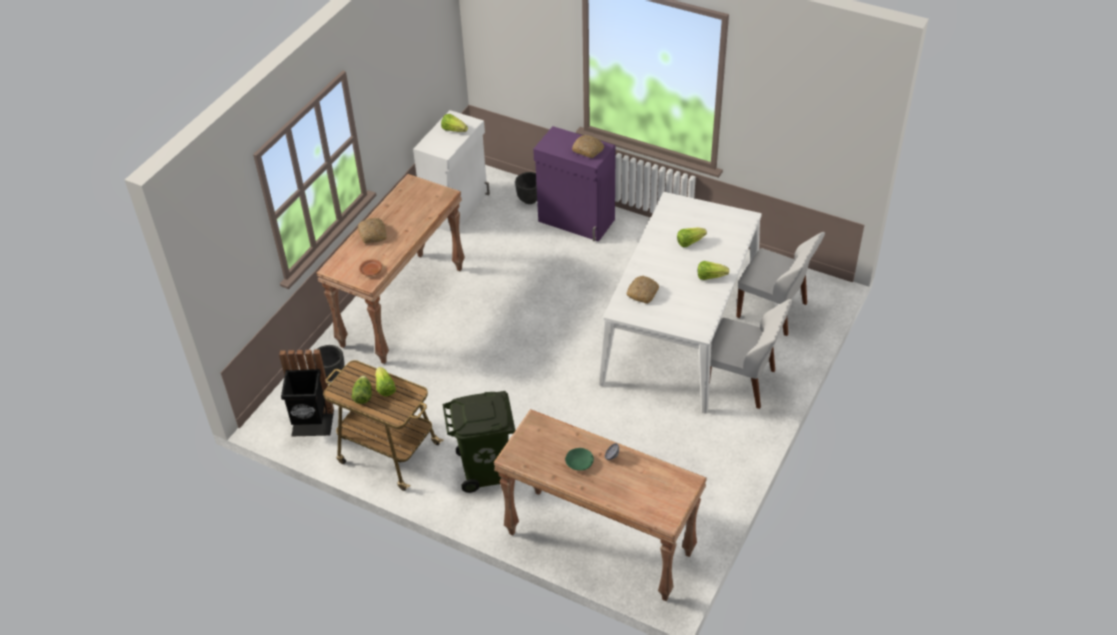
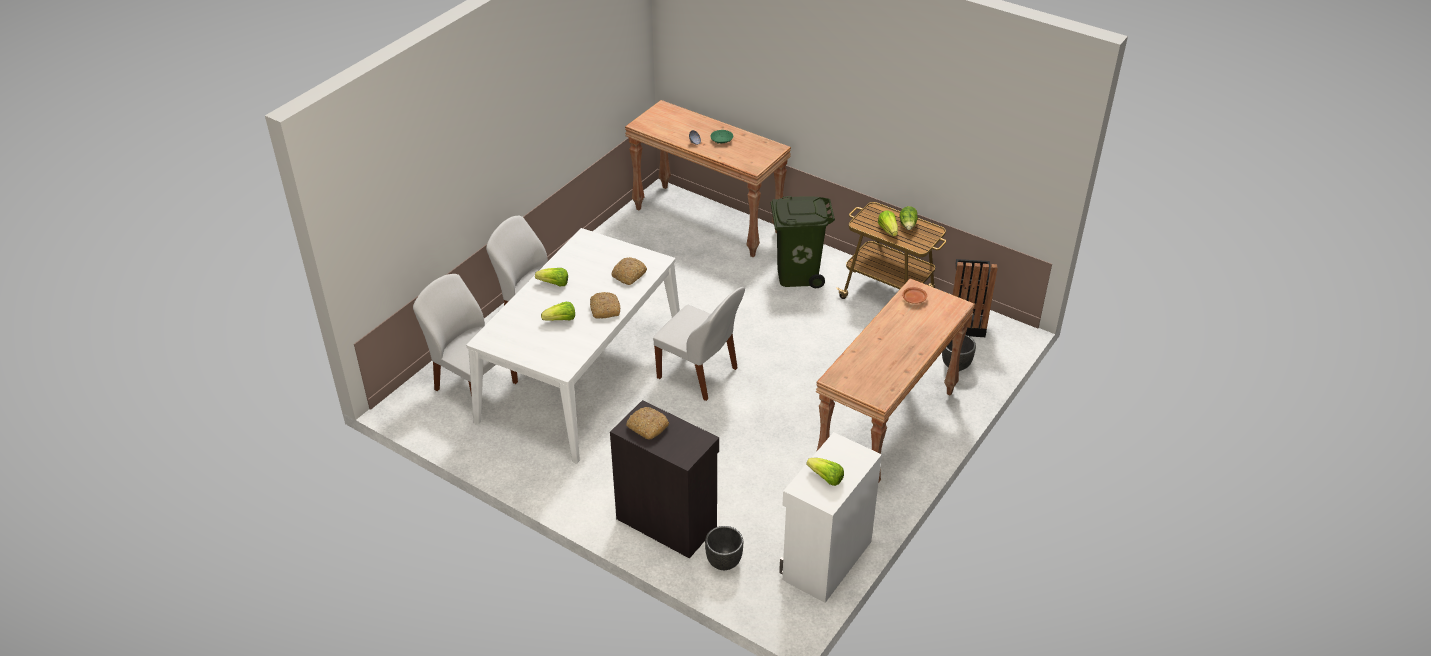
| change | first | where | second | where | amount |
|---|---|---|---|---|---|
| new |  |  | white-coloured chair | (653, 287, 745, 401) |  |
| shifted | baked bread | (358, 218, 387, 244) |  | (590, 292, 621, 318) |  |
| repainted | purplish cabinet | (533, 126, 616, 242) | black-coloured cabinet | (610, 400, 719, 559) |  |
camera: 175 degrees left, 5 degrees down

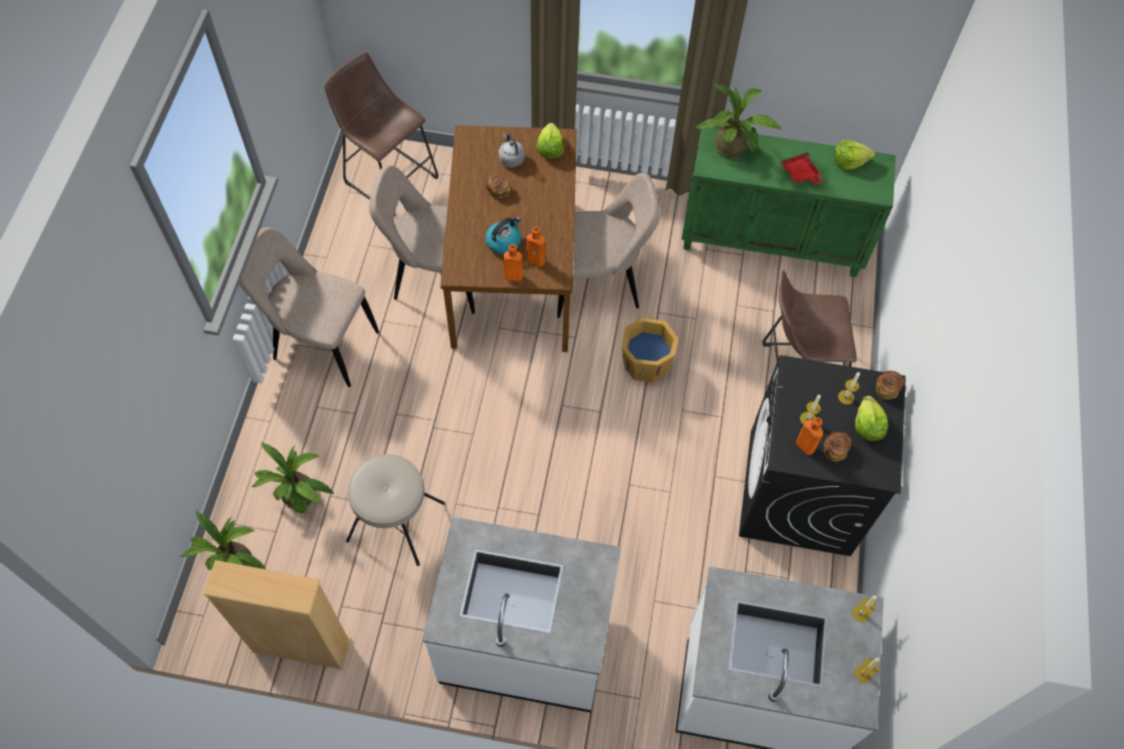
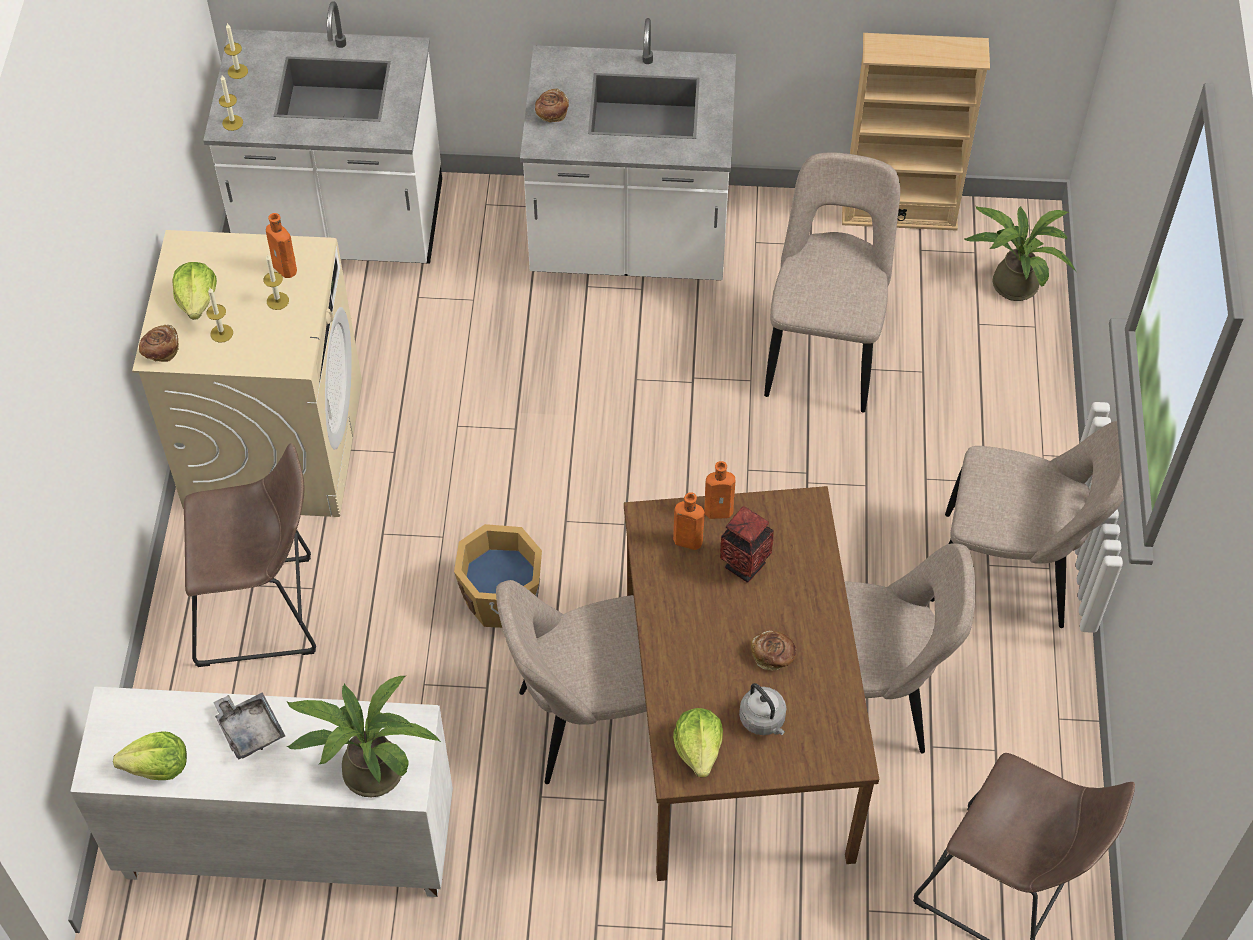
| change | first | where | second | where | amount |
|---|---|---|---|---|---|
| gone | plant in a pot | (251, 442, 334, 513) |  |  |  |
| shifted | baked bread | (824, 431, 851, 462) |  | (535, 88, 569, 123) |  |
| swapped | beige sitting stool | (346, 454, 445, 566) | beige chair | (764, 152, 900, 413) |  |
| swapped | kettle | (485, 216, 521, 255) | flower vase | (720, 506, 774, 583) |  |
| repainted | greenish cabinet | (681, 127, 896, 277) | white-coloured cabinet | (70, 686, 453, 897) |  |
| repainted | black-coloured laundry appliance | (739, 355, 906, 556) | beige laundry appliance | (132, 230, 362, 517) |  |
| repainted | reddish tray | (780, 151, 823, 185) | grey tray | (213, 692, 285, 759) |  |
camera: 175 degrees right, 5 degrees down

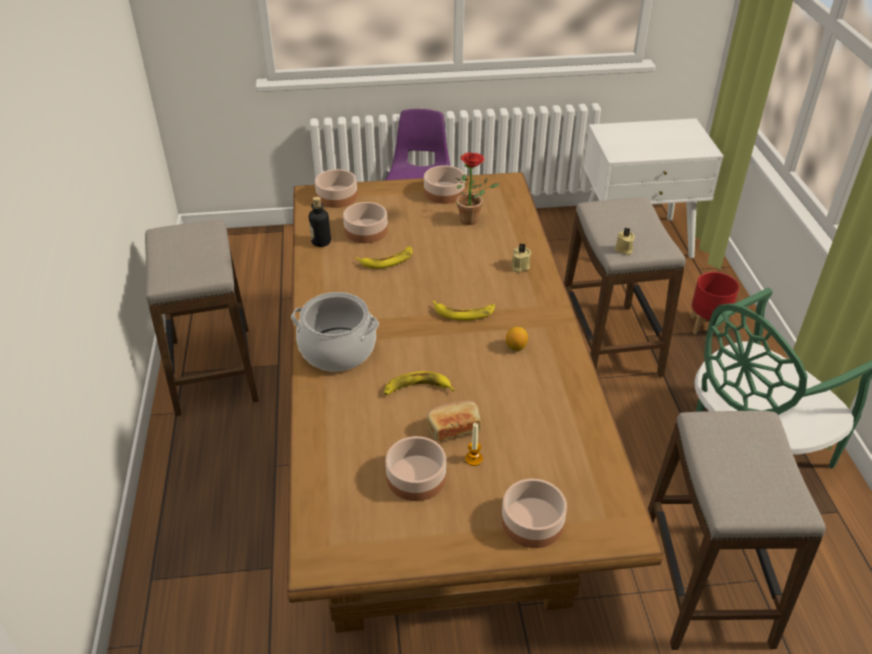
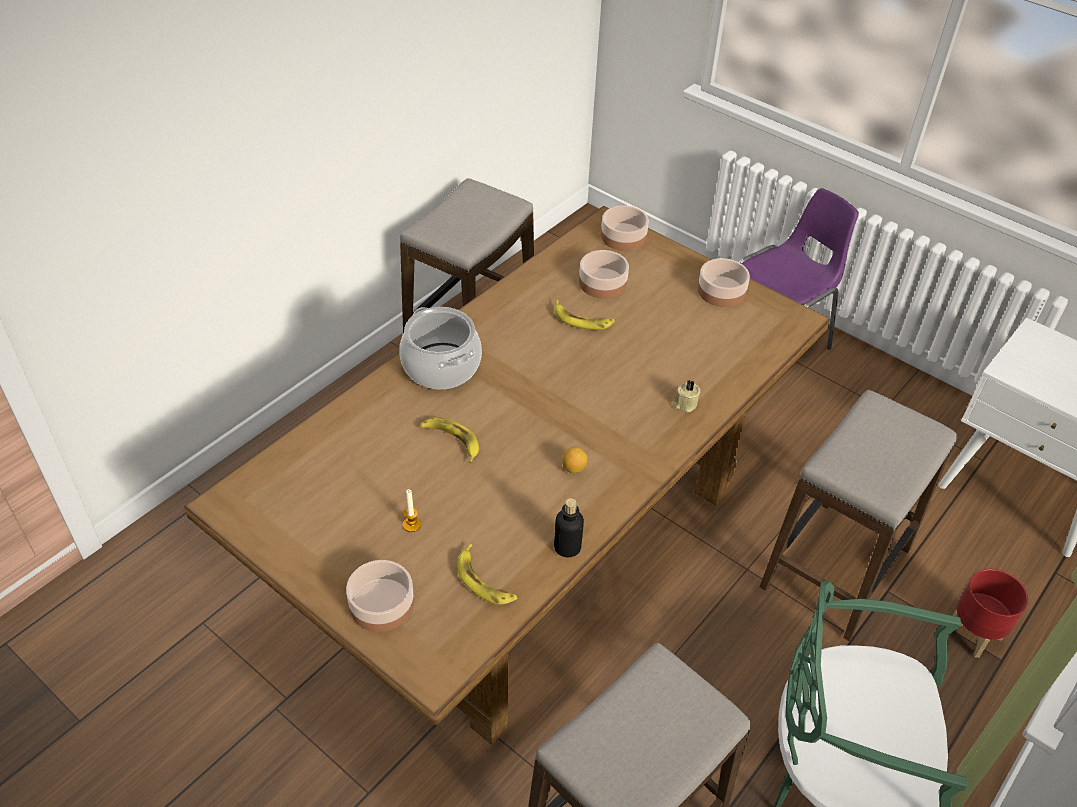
| change | first | where | second | where | amount |
|---|---|---|---|---|---|
| gone | serving bowl | (386, 436, 446, 501) |  |  |  |
| gone | baked bread | (427, 401, 481, 441) |  |  |  |
| gone | plant in a pot | (455, 153, 500, 225) |  |  |  |
| gone | beige candle | (615, 228, 635, 255) |  |  |  |
| shifted | drink bottle | (309, 196, 331, 247) |  | (554, 498, 584, 558) |  |
| shifted | banana fruit | (432, 300, 495, 321) |  | (457, 543, 517, 605) |  |
camera: 45 degrees right, 5 degrees up

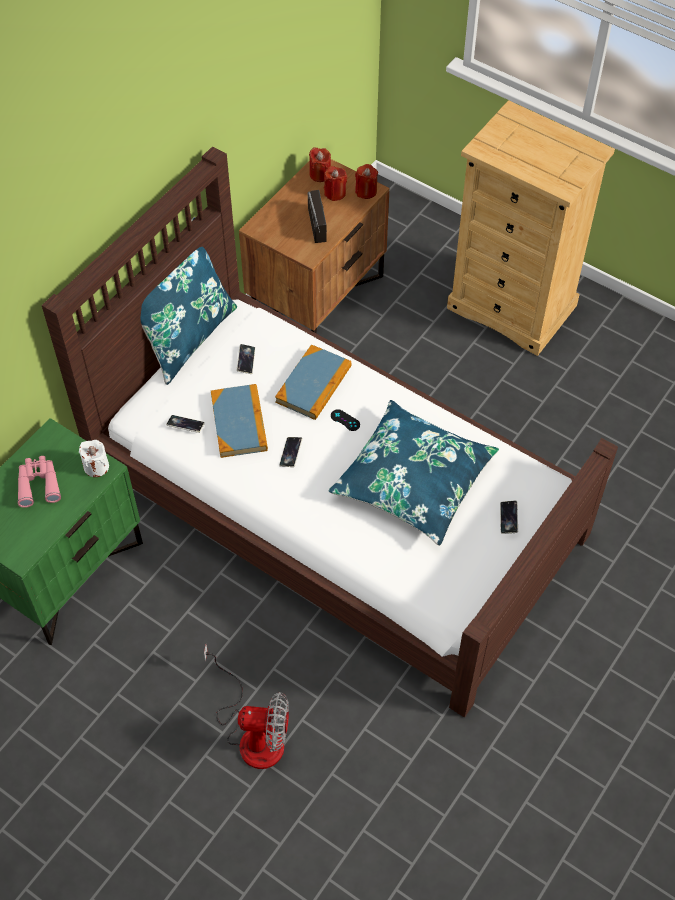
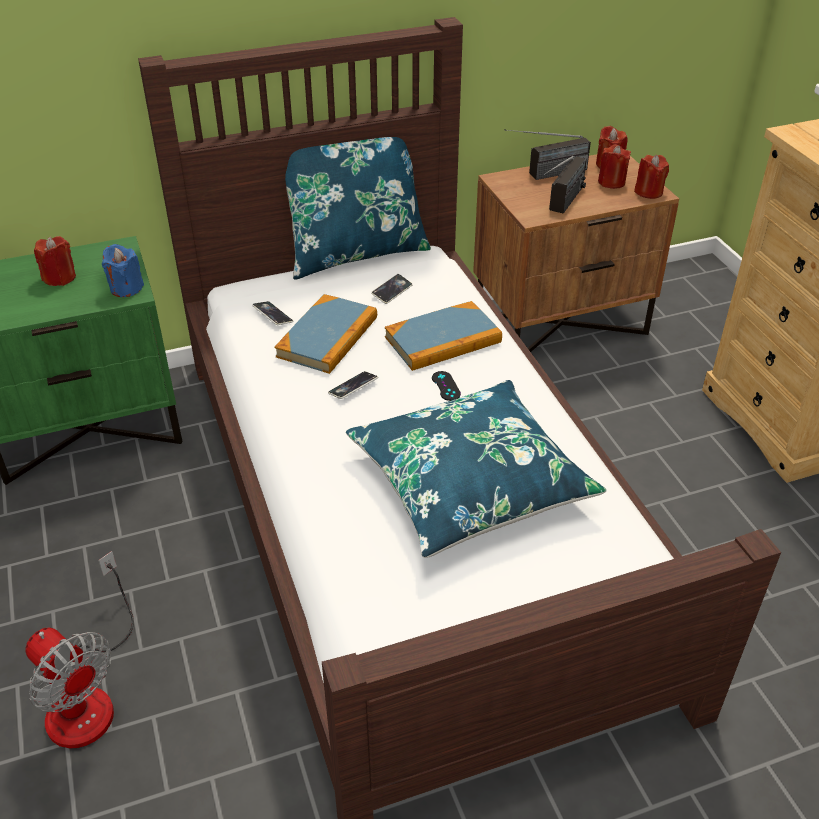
| change | first | where | second | where | amount |
|---|---|---|---|---|---|
| gone | handset | (500, 500, 518, 534) |  |  |  |
| new |  |  | radio | (504, 129, 591, 180) |  |
| swapped | pink binoculars | (17, 456, 61, 508) | reddish candle | (34, 236, 76, 286) |  |
| repainted | white-coloured candle | (79, 440, 109, 477) | blue-coloured candle | (102, 244, 144, 297) |  |
camera: 35 degrees right, 15 degrees down

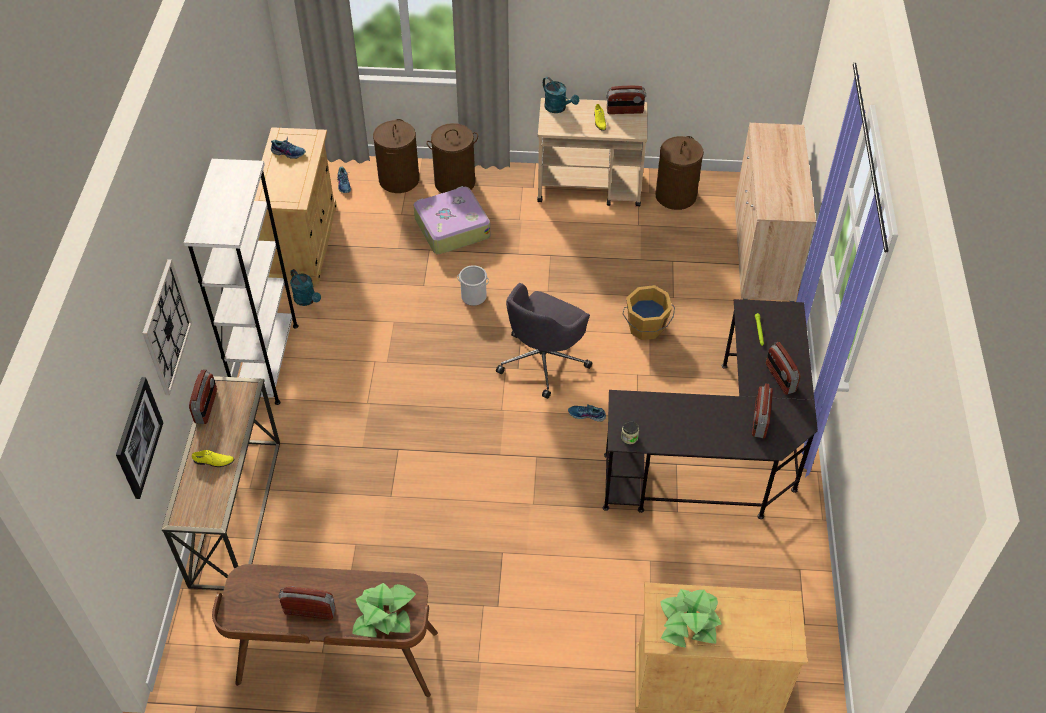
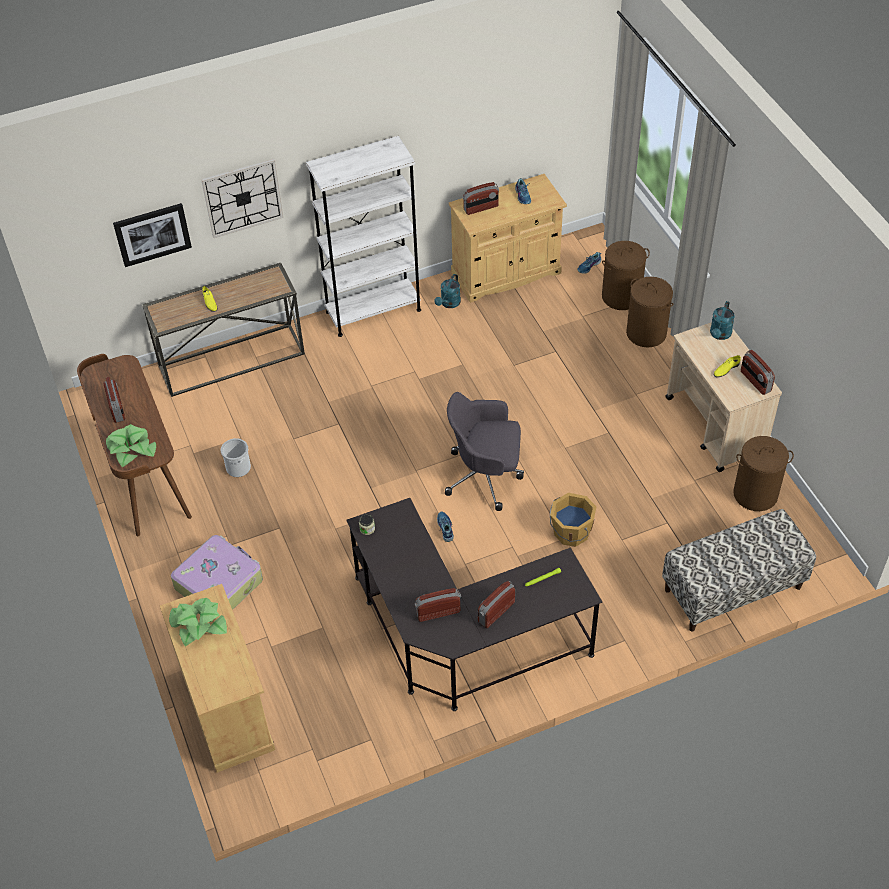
| change | first | where | second | where | amount |
|---|---|---|---|---|---|
| shifted | radio | (189, 369, 217, 424) |  | (463, 182, 499, 215) |  |
| shifted | piece of luggage | (414, 186, 490, 254) |  | (171, 535, 263, 610) |  |
| shifted | bucket | (457, 265, 489, 306) |  | (221, 438, 251, 477) |  |
| swapped | beige cabinet | (735, 123, 816, 302) | bench | (662, 509, 816, 632) |  |
camera: 65 degrees right, 0 degrees up

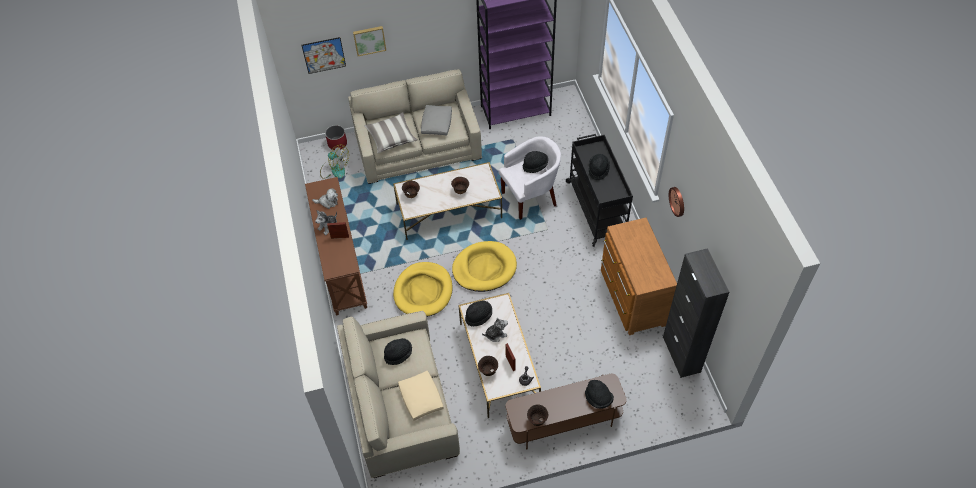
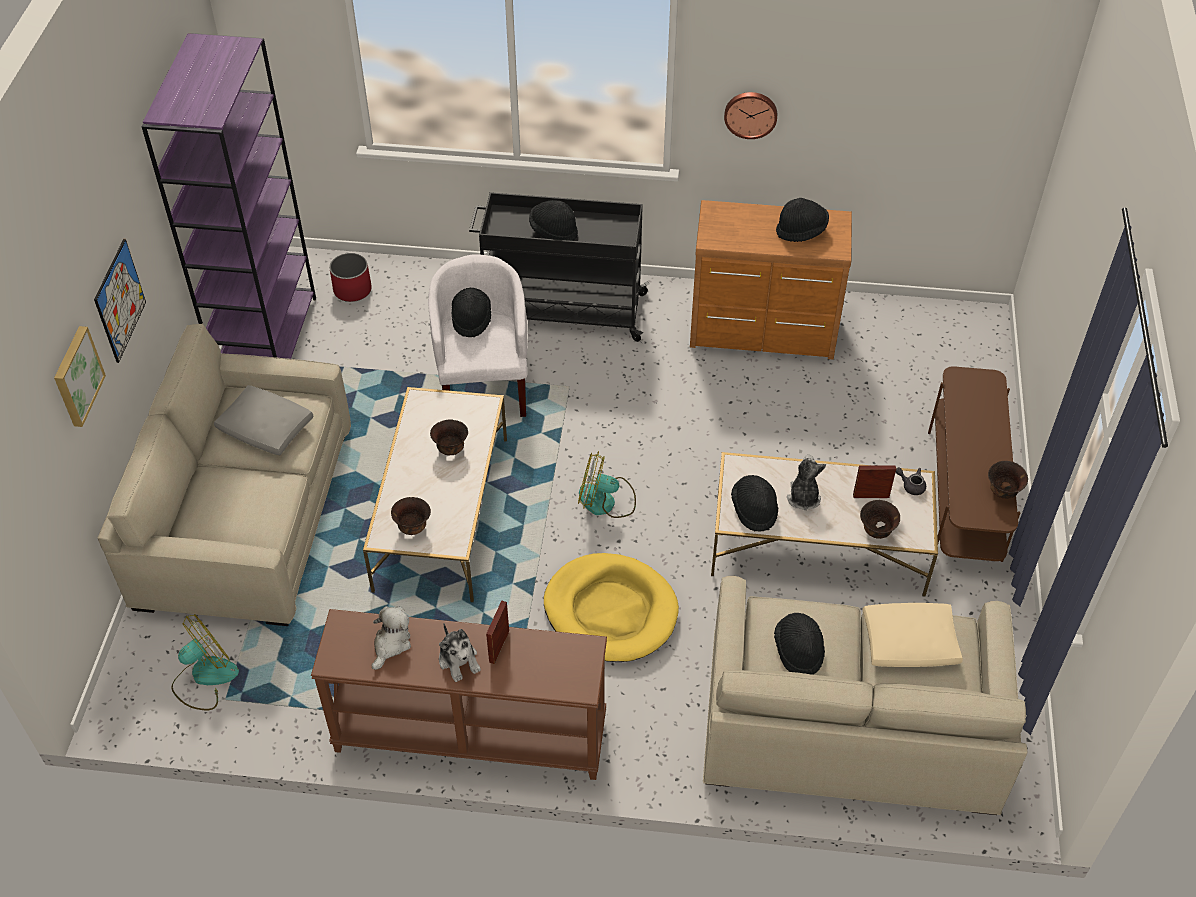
| change | first | where | second | where | amount |
|---|---|---|---|---|---|
| gone | pillow | (364, 112, 417, 153) |  |  |  |
| gone | black-coloured cabinet | (663, 248, 729, 378) |  |  |  |
| shifted | picture | (302, 37, 346, 74) |  | (94, 239, 146, 363) |  |
| shifted | reddish plant pot | (325, 125, 347, 150) |  | (329, 253, 372, 302) |  |
| shifted | black-coloured hat | (585, 380, 614, 409) |  | (776, 198, 829, 242) |  |
| swapped | yellow dog cushion | (452, 241, 517, 292) | electric fan | (578, 451, 636, 518) |  |
camera: 70 degrees left, 5 degrees down

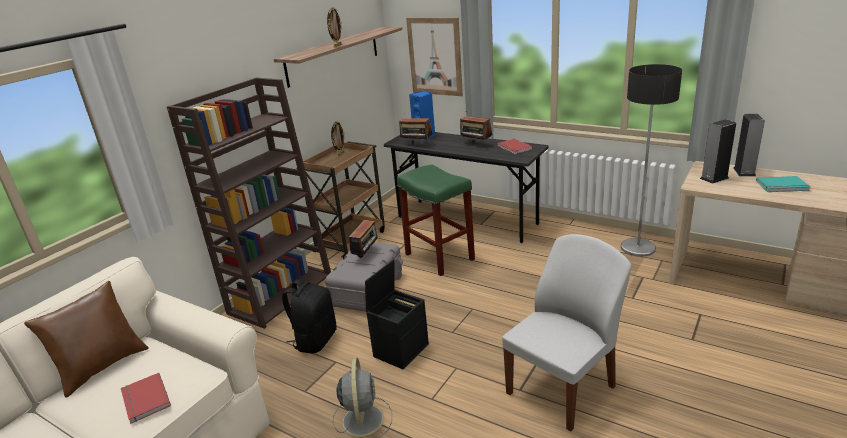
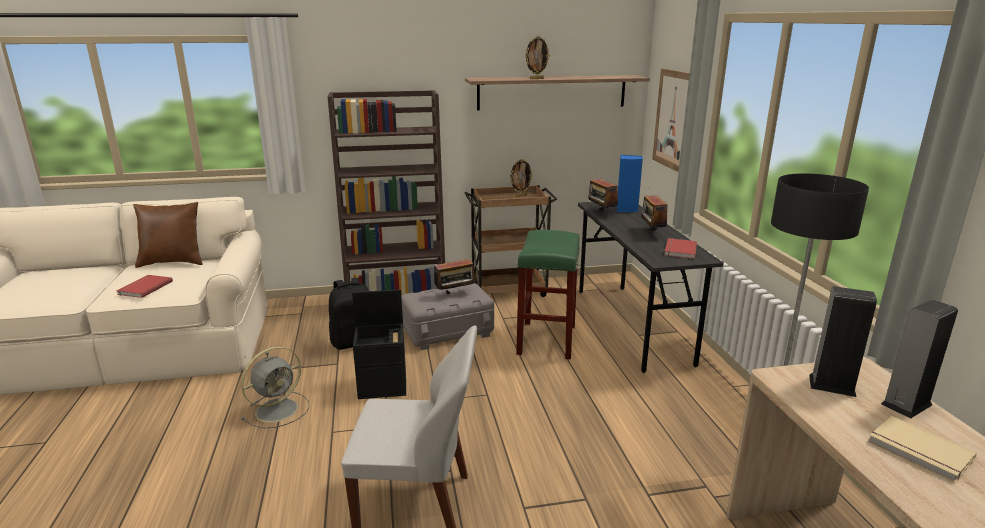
| change | first | where | second | where | amount |
|---|---|---|---|---|---|
| repainted | turquoise-coloured volume | (756, 176, 810, 192) | beige volume | (868, 416, 977, 483) |  |
camera: 45 degrees right, 5 degrees down

